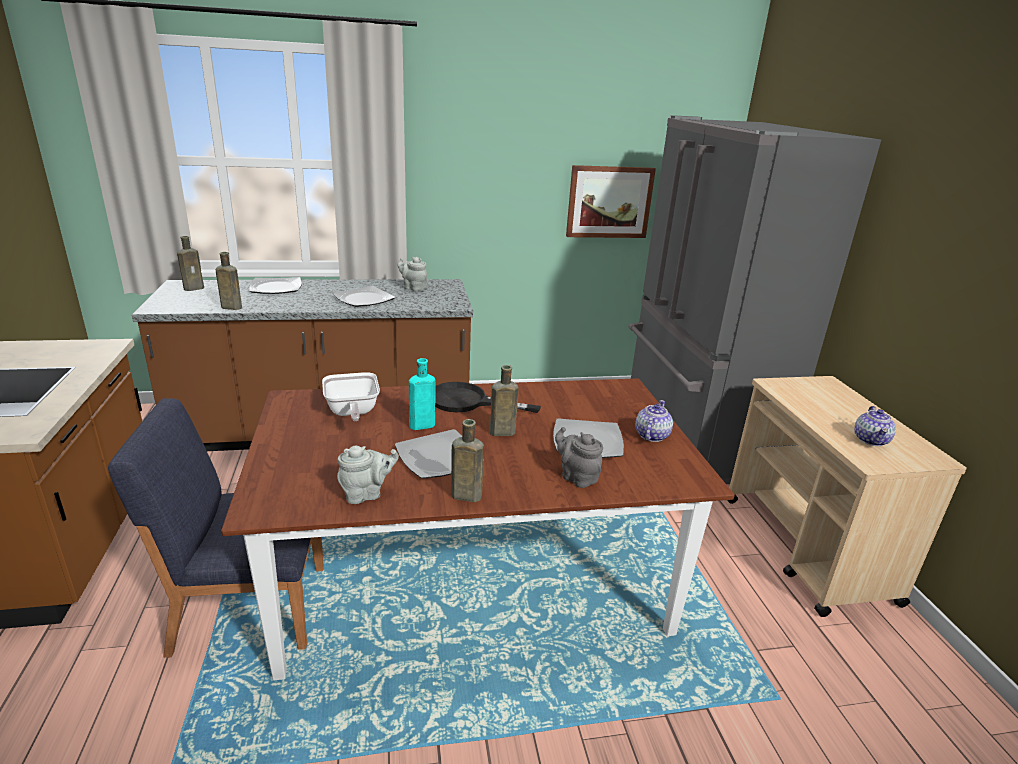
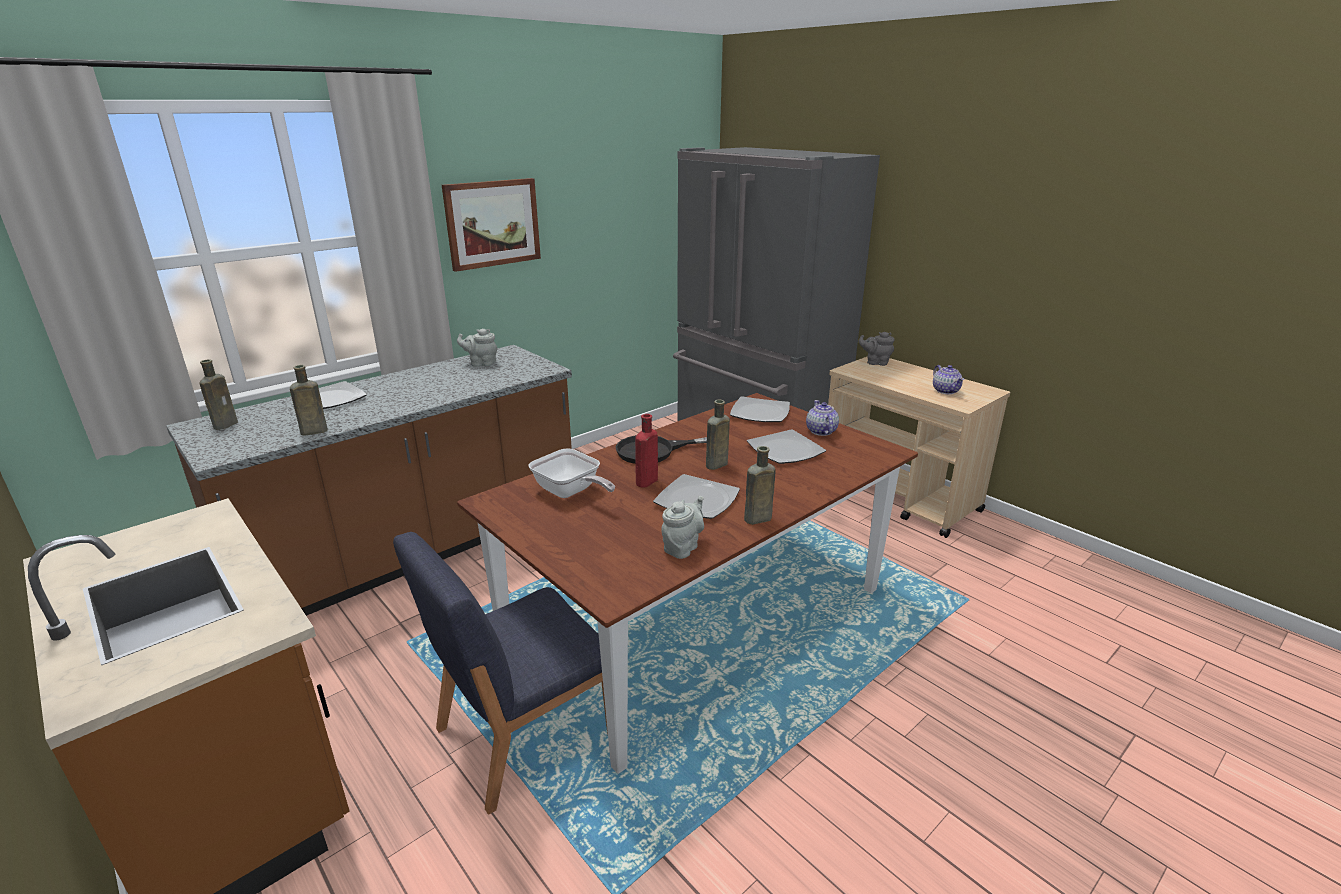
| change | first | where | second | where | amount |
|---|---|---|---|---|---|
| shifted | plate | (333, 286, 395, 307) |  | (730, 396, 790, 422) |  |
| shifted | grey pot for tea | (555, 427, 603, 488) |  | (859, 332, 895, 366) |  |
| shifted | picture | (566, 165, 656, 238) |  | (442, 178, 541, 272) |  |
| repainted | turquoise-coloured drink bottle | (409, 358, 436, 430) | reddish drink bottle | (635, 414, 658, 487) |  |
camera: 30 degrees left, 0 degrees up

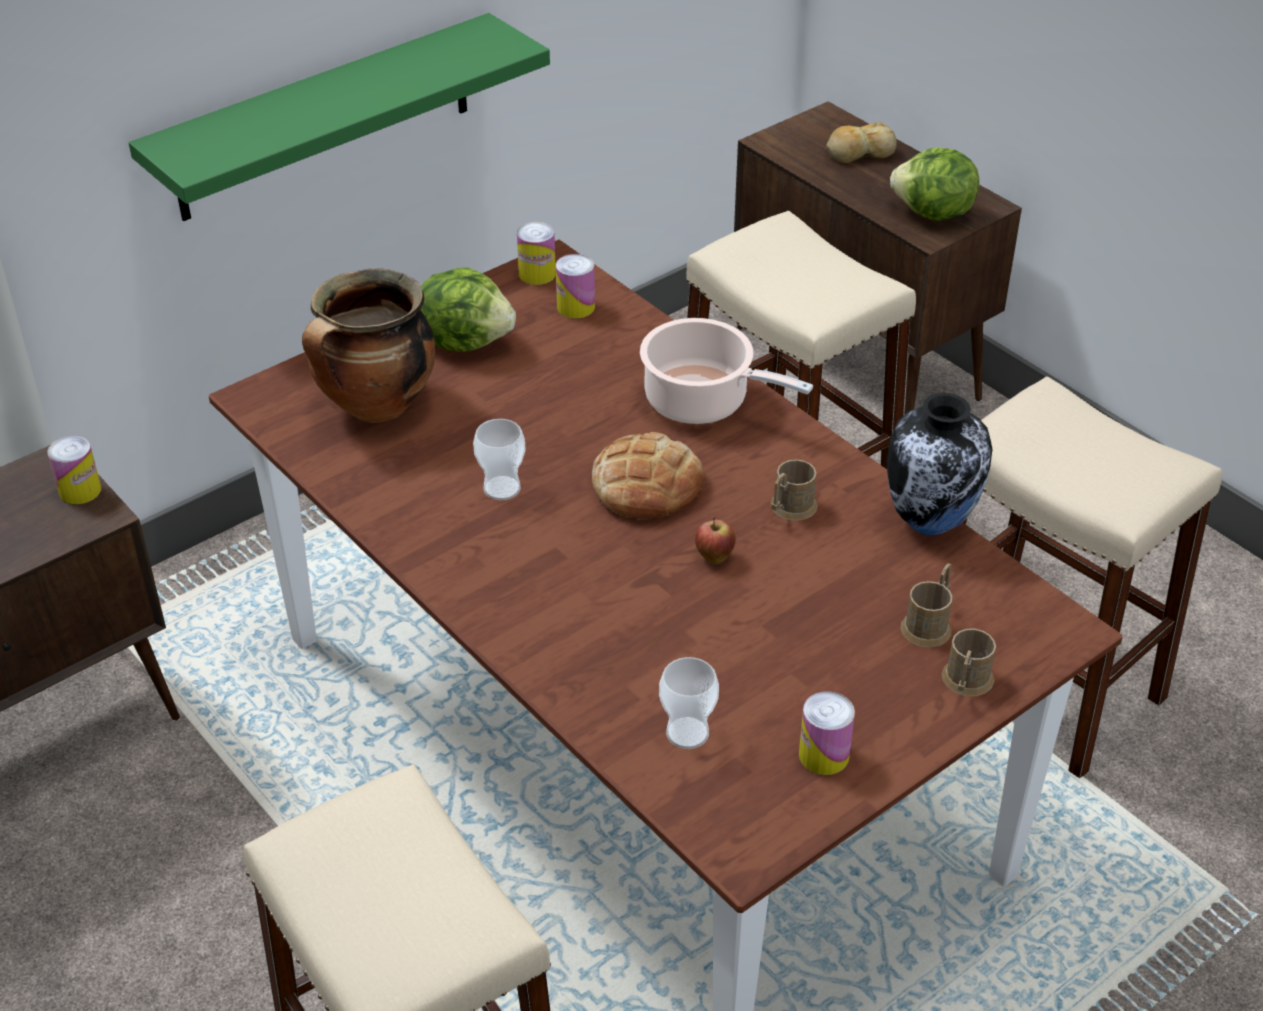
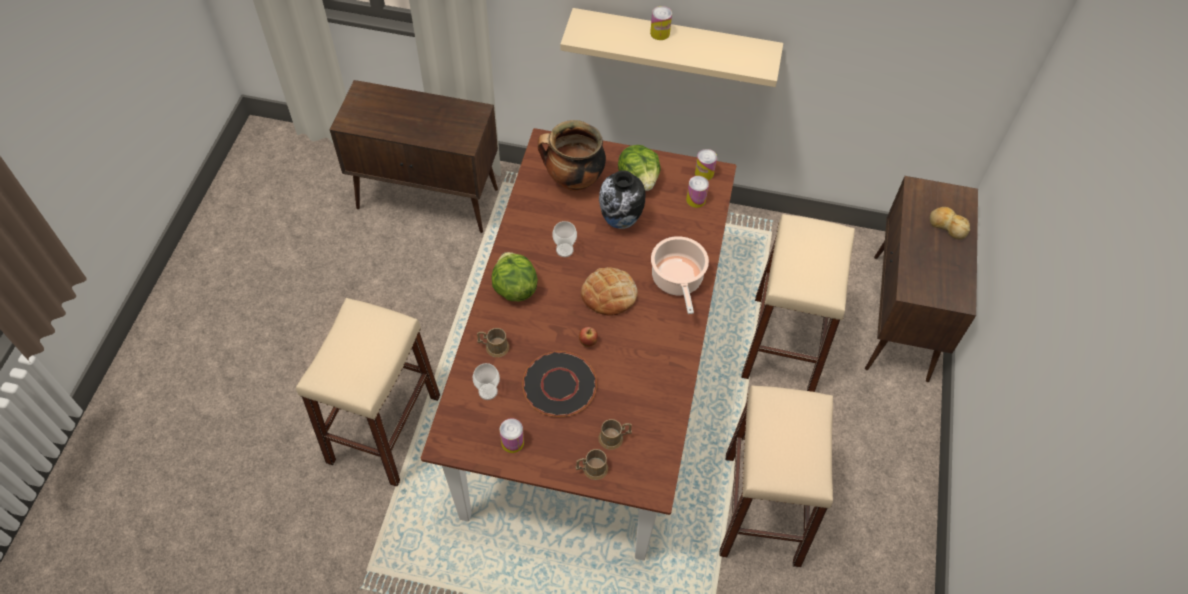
| change | first | where | second | where | amount |
|---|---|---|---|---|---|
| new |  |  | black-coloured plate | (523, 351, 597, 417) |  |
| shifted | sealed can | (47, 436, 101, 505) |  | (650, 6, 672, 40) |  |
| shifted | brown-coloured tea mug | (770, 460, 818, 521) |  | (477, 328, 509, 357) |  |
| shifted | flower vase | (886, 393, 992, 536) |  | (599, 170, 646, 229) |  |
| shifted | lettuce head | (890, 148, 979, 221) |  | (491, 252, 538, 301) |  |
| repainted | greenish bracket shelf | (129, 13, 550, 221) | beige bracket shelf | (560, 8, 783, 87) |  |
camera: 50 degrees right, 15 degrees up

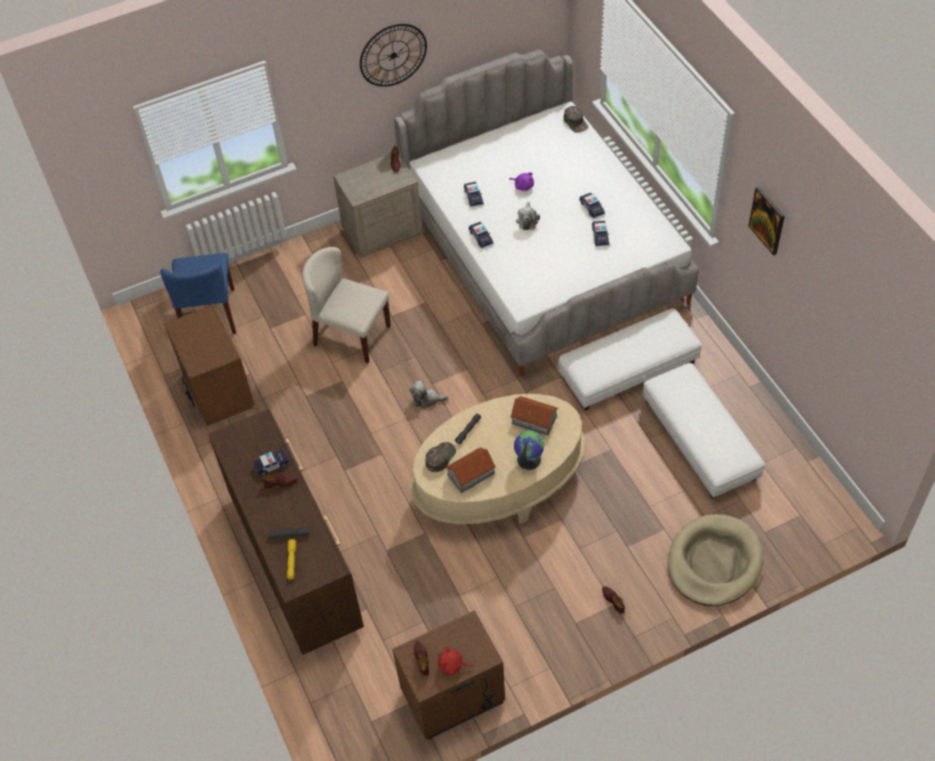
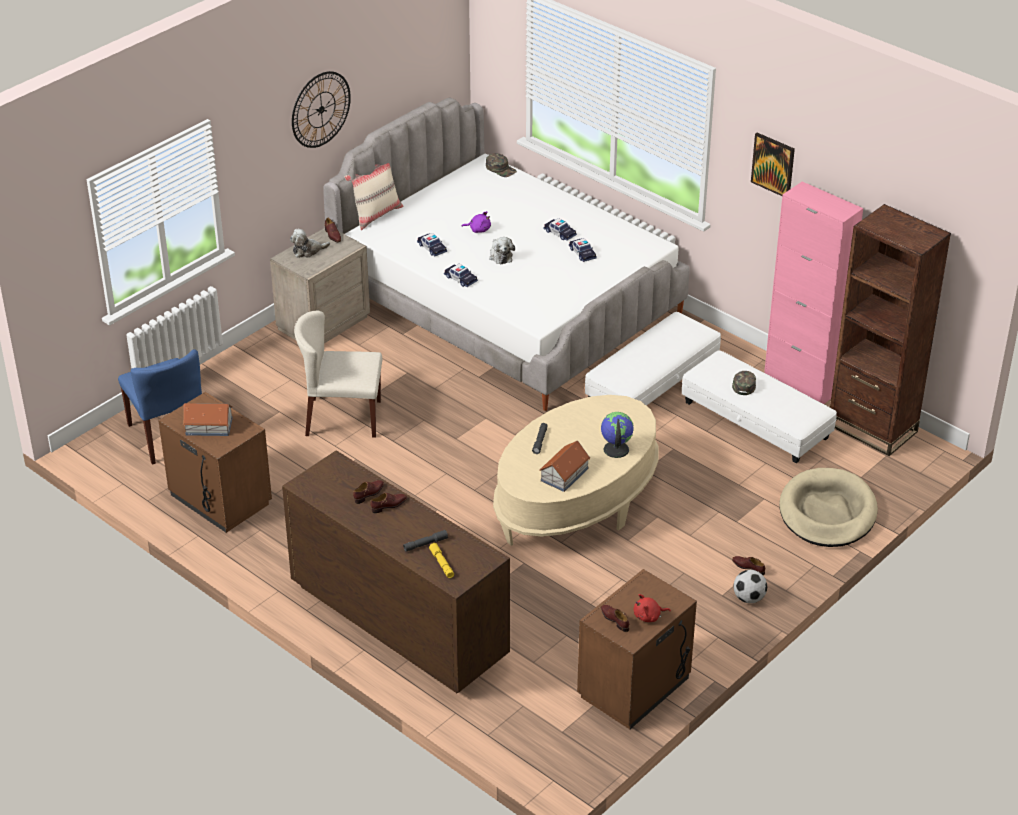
| change | first | where | second | where | amount |
|---|---|---|---|---|---|
| new |  |  | beige pillow | (345, 163, 403, 230) |  |
| new |  |  | football | (733, 570, 767, 603) |  |
| new |  |  | pink cabinet | (764, 181, 863, 404) |  |
| new |  |  | brown-coloured shelving unit | (830, 204, 951, 456) |  |
| shifted | cuddly toy | (410, 381, 448, 409) |  | (290, 229, 330, 258) |  |
| shifted | greenish cap | (425, 442, 456, 472) |  | (732, 371, 756, 395) |  |
| shifted | toy house | (510, 396, 559, 435) |  | (183, 403, 233, 436) |  |
| swapped | model car | (253, 449, 290, 477) | brown-coloured low shoe | (353, 480, 384, 504) |  |
camera: 25 degrees left, 15 degrees down

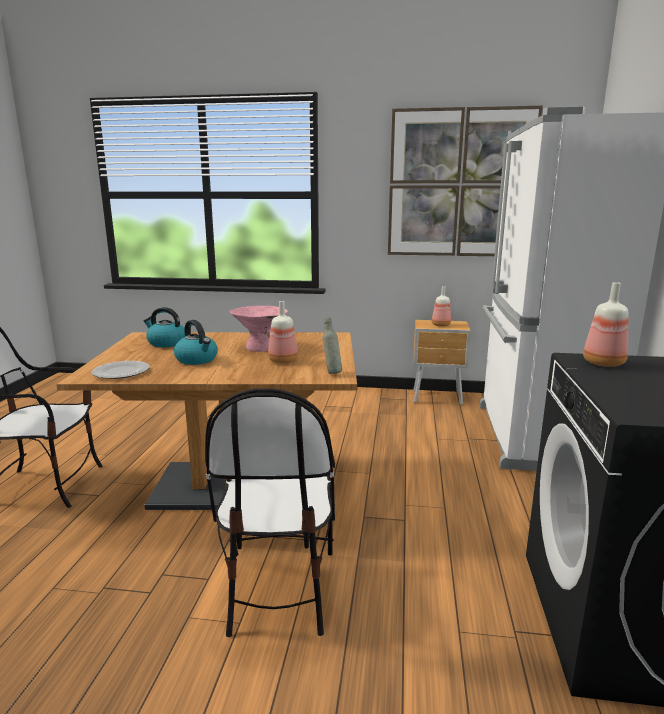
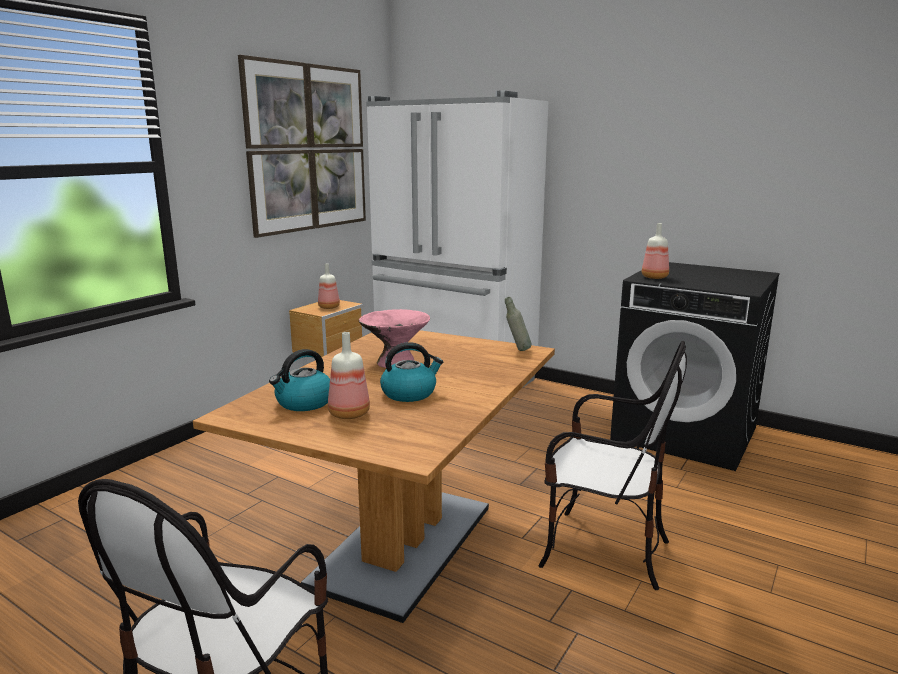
| change | first | where | second | where | amount |
|---|---|---|---|---|---|
| gone | plate | (91, 361, 150, 379) |  |  |  |
| shifted | drink bottle | (268, 301, 298, 363) |  | (328, 332, 370, 419) |  |
camera: 65 degrees left, 0 degrees up

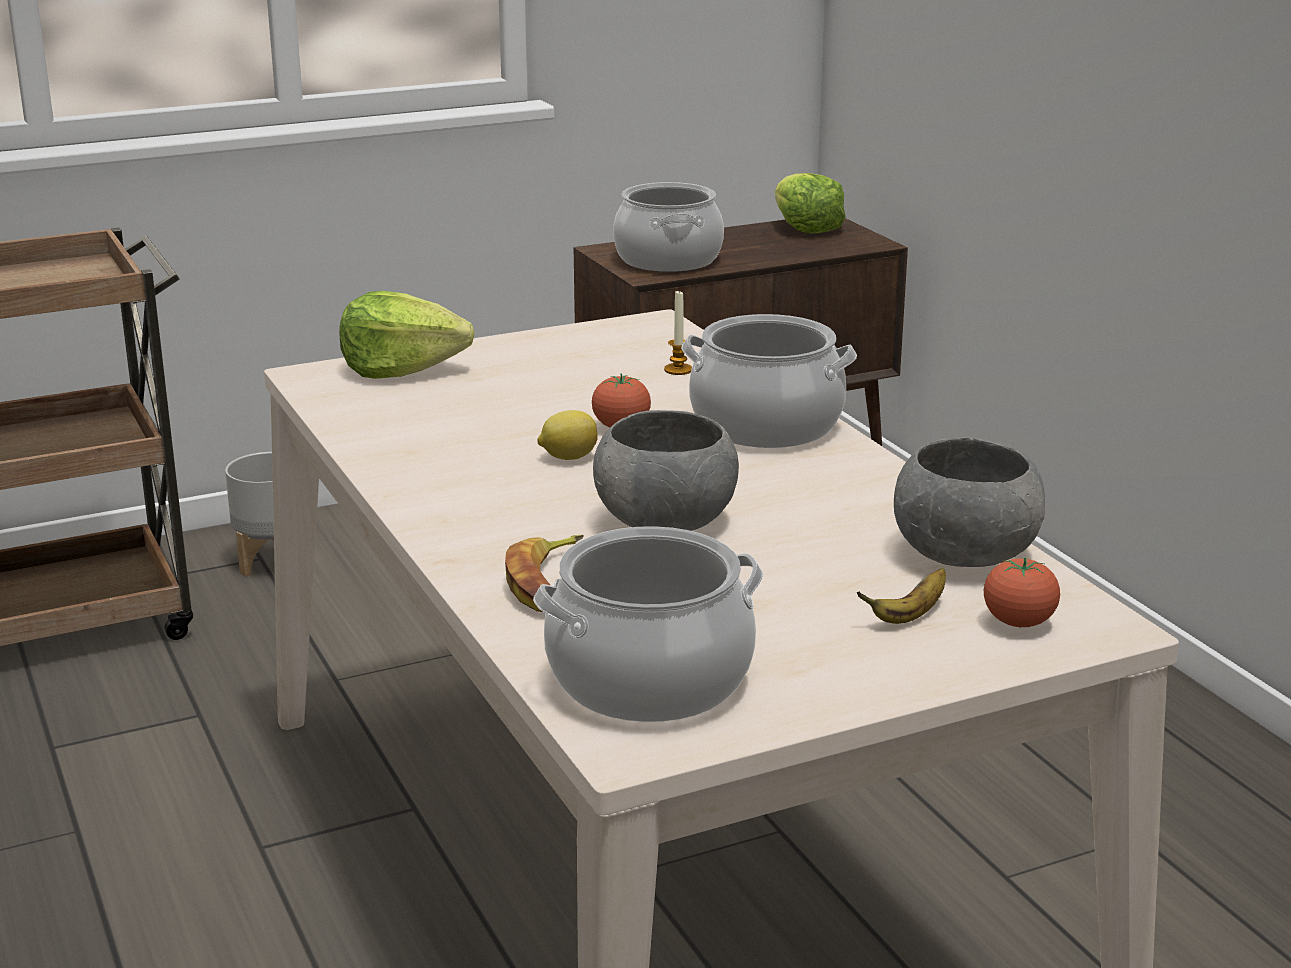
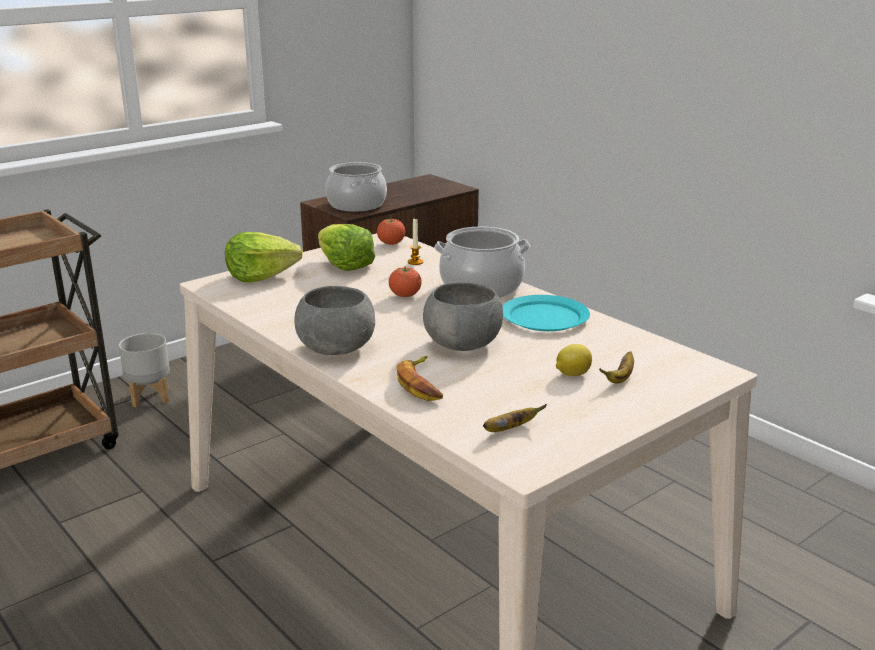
| change | first | where | second | where | amount |
|---|---|---|---|---|---|
| new |  |  | turquoise-coloured plate | (502, 295, 590, 331) |  |
| shifted | citrus fruit | (537, 410, 598, 460) |  | (556, 344, 592, 376) |  |
| shifted | lettuce head | (775, 173, 846, 233) |  | (318, 224, 375, 271) |  |
| shifted | grey serving bowl | (894, 438, 1045, 567) |  | (294, 286, 375, 355) |  |
| shifted | whole tomato | (984, 557, 1060, 627) |  | (377, 218, 405, 245) |  |
| swapped | stockpot | (533, 526, 763, 722) | banana fruit | (483, 404, 547, 432) |  |
camera: 15 degrees left, 0 degrees up

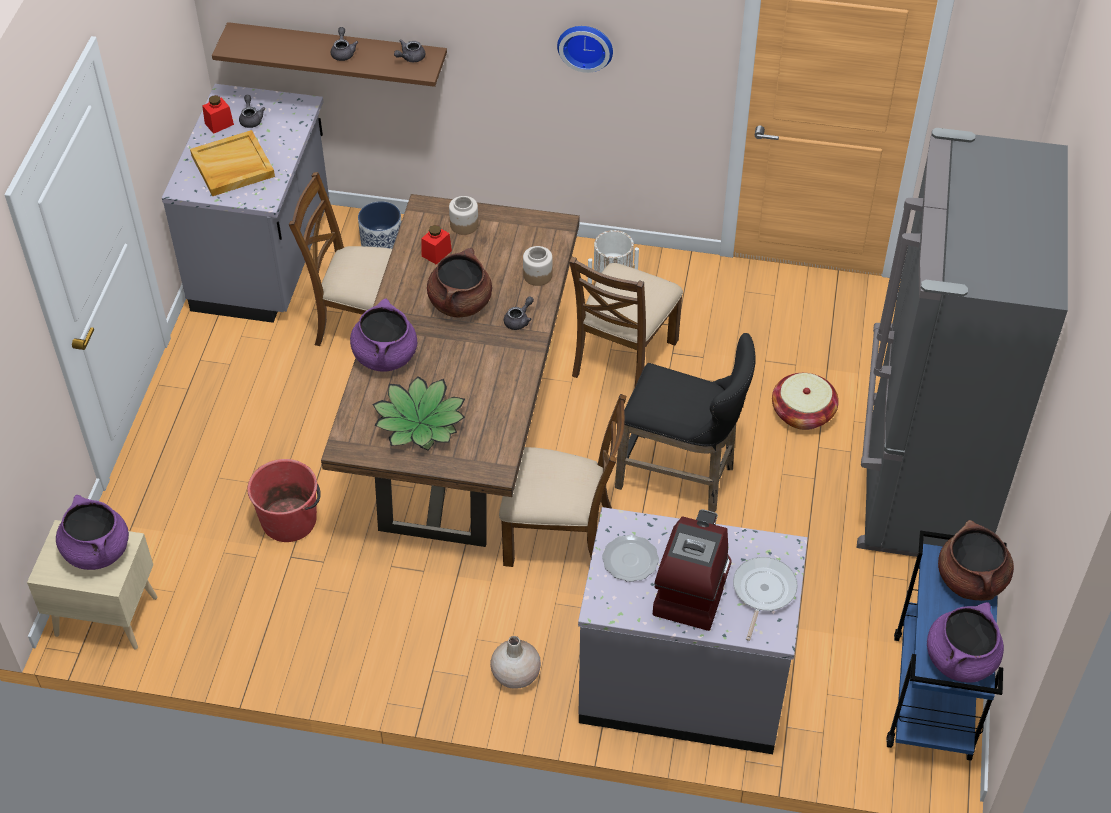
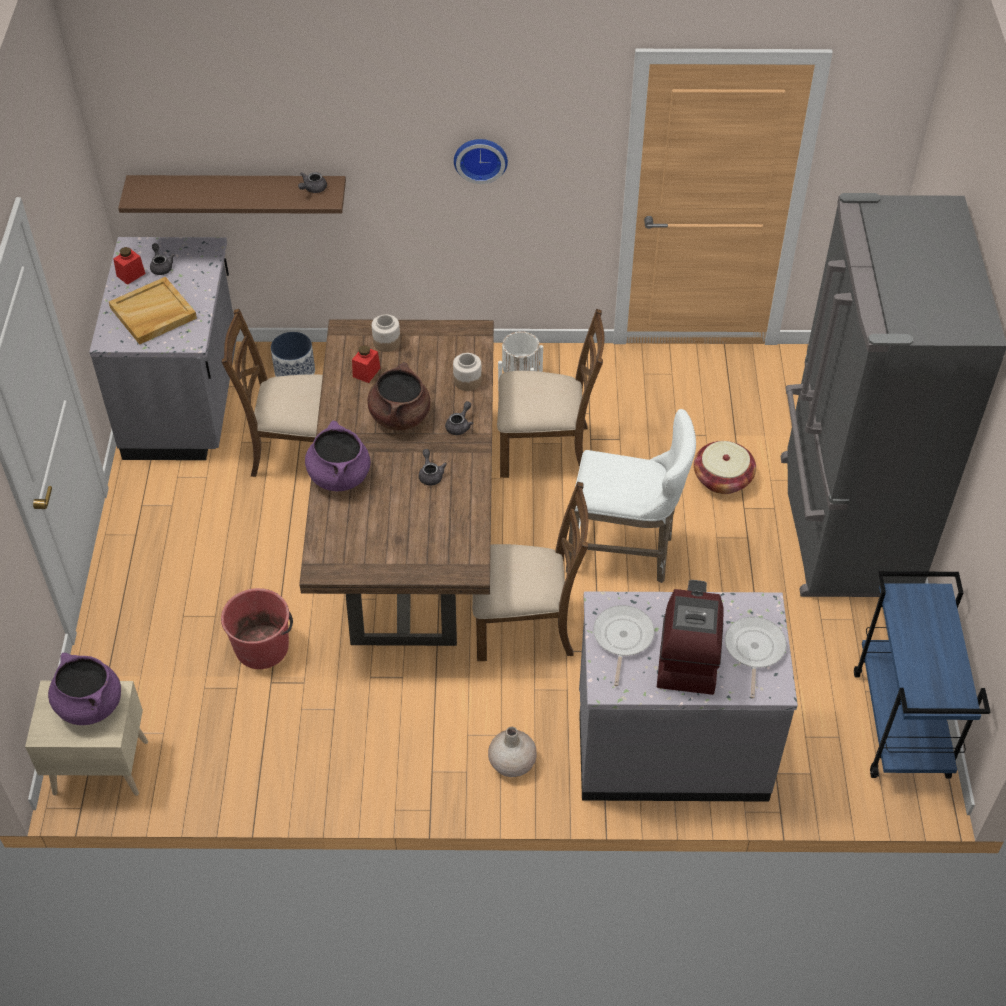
| change | first | where | second | where | amount |
|---|---|---|---|---|---|
| gone | plant in a pot | (372, 376, 465, 451) |  |  |  |
| gone | purplish stockpot | (927, 602, 1004, 683) |  |  |  |
| gone | brown-coloured stockpot | (938, 520, 1014, 601) |  |  |  |
| shifted | grey pot for tea | (331, 27, 358, 61) |  | (419, 449, 447, 486) |  |
| swapped | plate | (602, 535, 659, 582) | pan | (593, 605, 654, 686) |  |
| repainted | black-coloured sitting stool | (615, 333, 756, 512) | white-coloured sitting stool | (566, 409, 696, 583) |  |
| rotated | brown-coloured chair | (569, 257, 683, 388) |  | (497, 309, 605, 478) | 105 degrees counterclockwise |
camera: 10 degrees left, 0 degrees up

